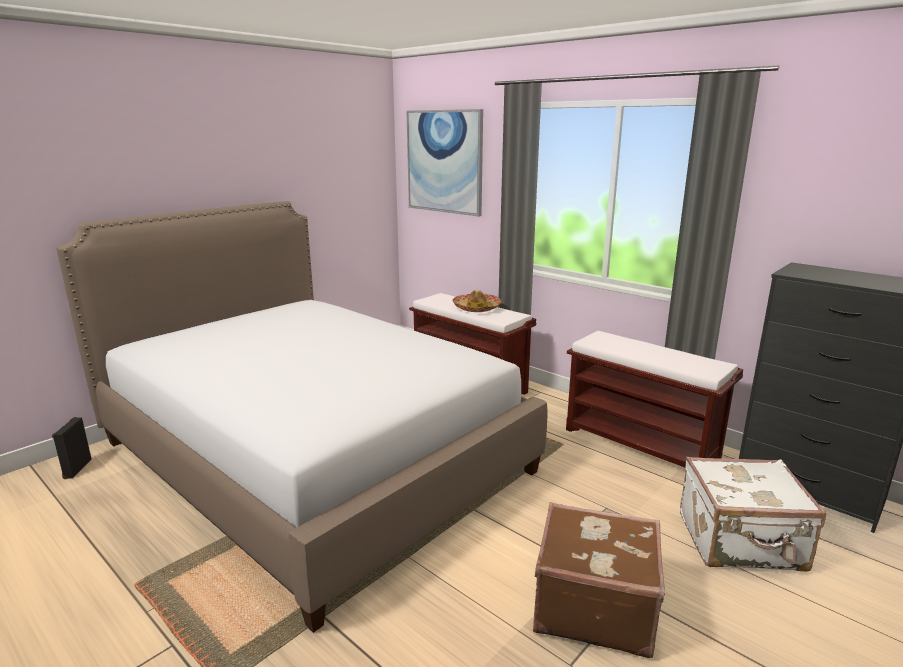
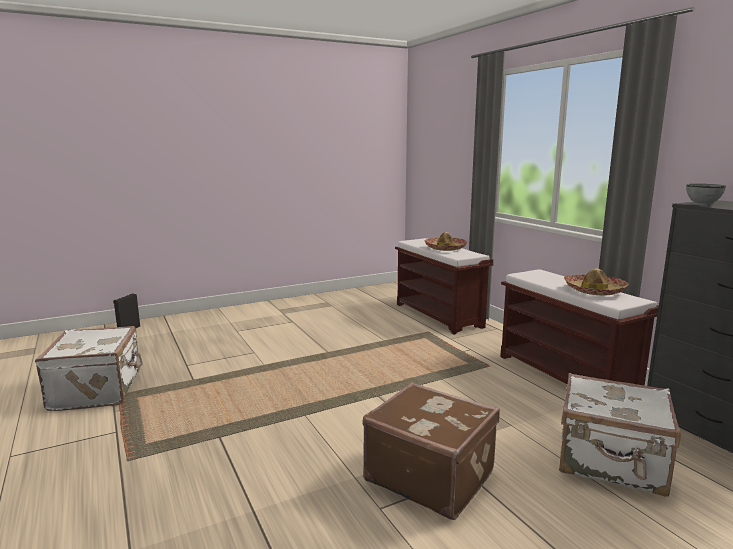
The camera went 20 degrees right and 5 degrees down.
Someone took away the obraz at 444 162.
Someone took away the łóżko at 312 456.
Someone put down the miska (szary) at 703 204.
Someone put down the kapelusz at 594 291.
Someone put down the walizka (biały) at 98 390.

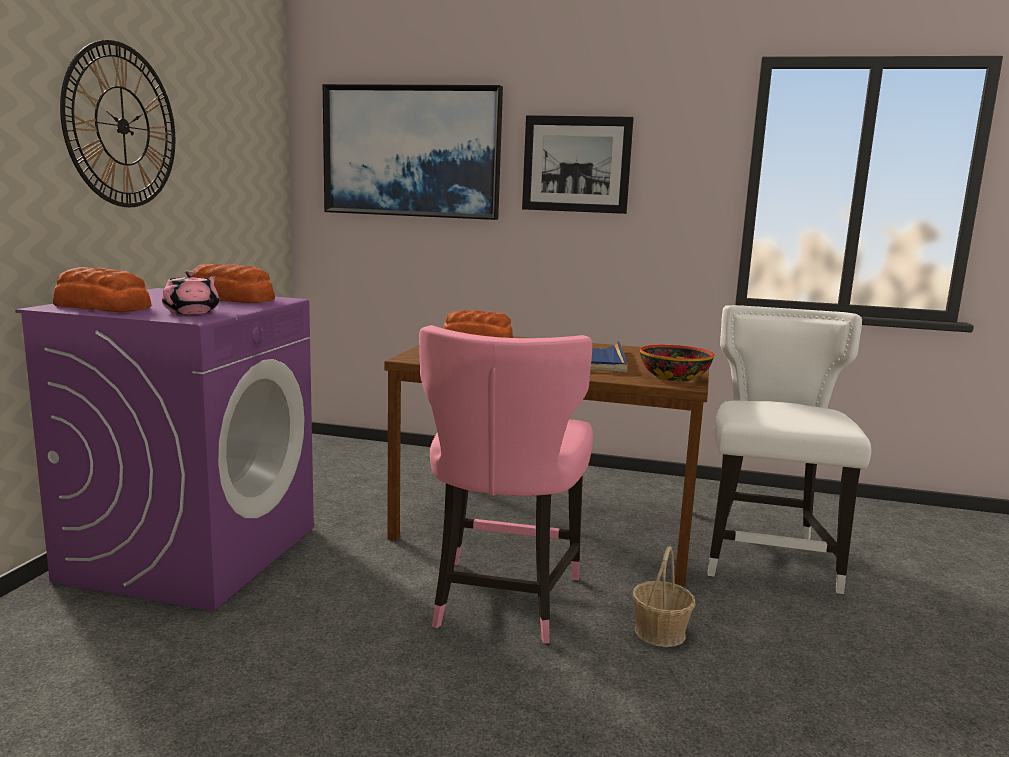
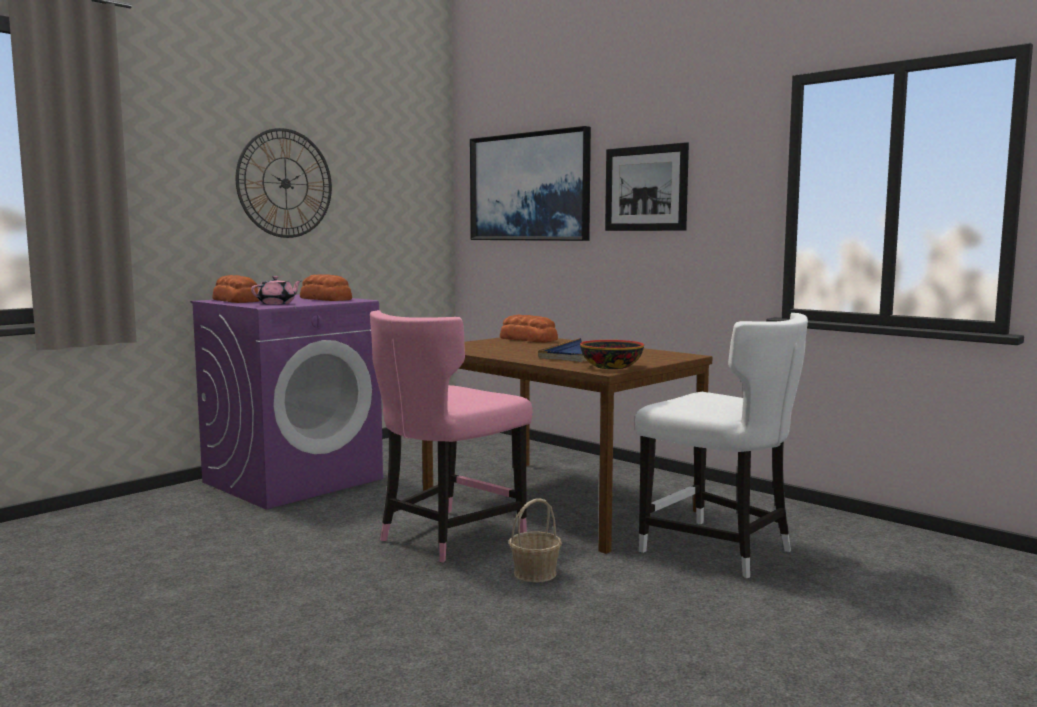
The camera went 30 degrees right and 5 degrees down.
Someone rotated the krzesło (biały) at 768 557 by 90 degrees clockwise.

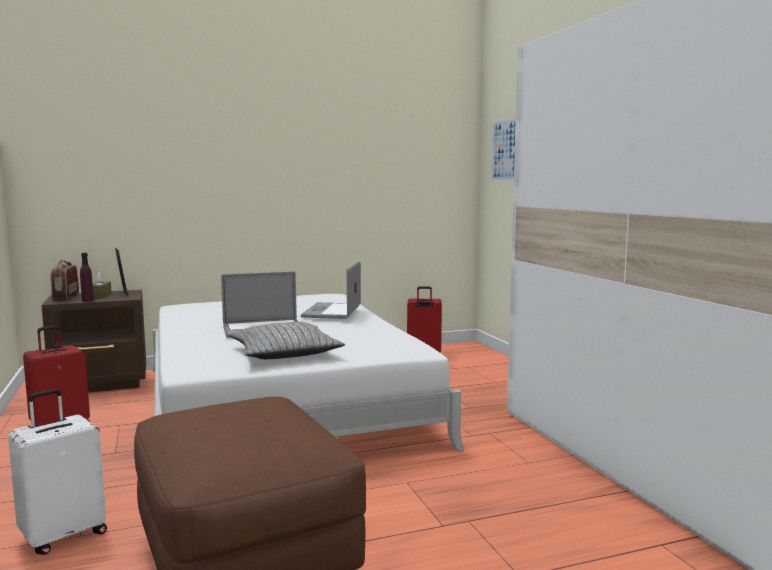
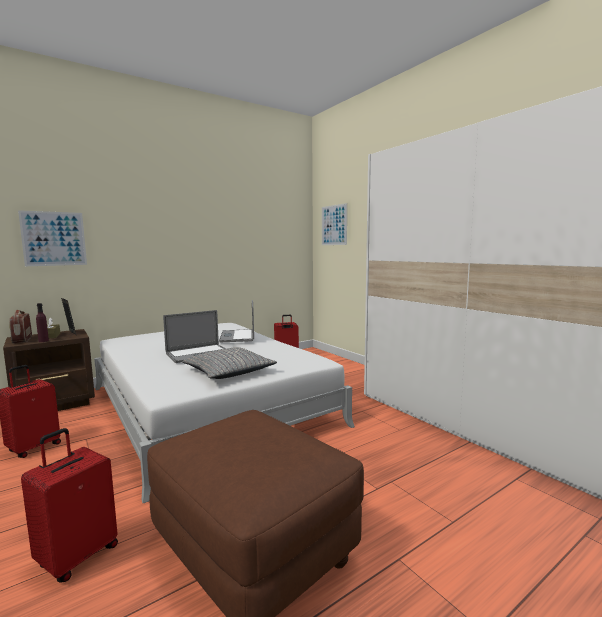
The camera went 15 degrees left and 0 degrees up.
Someone repainted the walizka (biały) at 63 535, which became the walizka (czerwony) at 77 556.
Someone put up the obraz at 54 238.

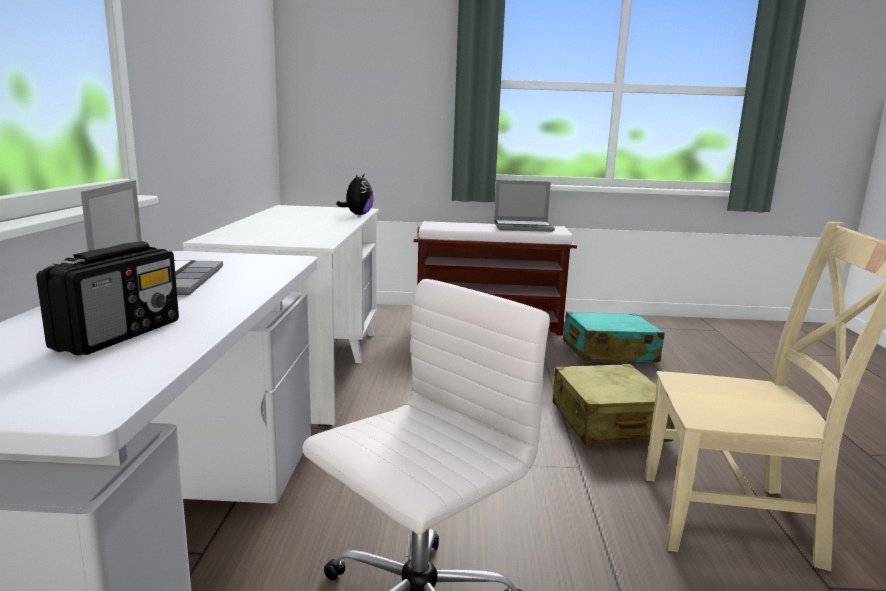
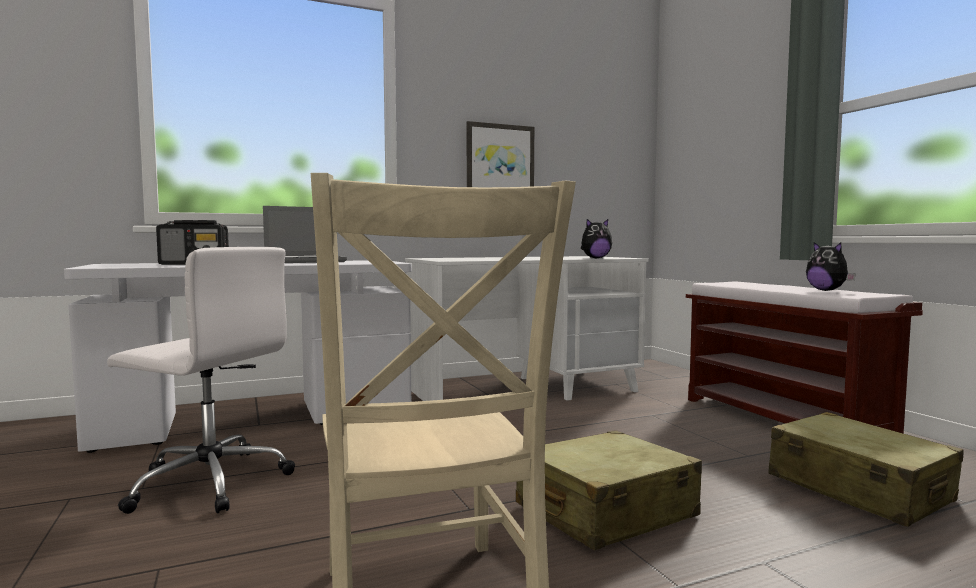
The camera went 65 degrees right and 10 degrees down.
Someone swapped the laptop at 523 227 for the pluszak at 827 290.
Someone repainted the walizka (turkusowy) at 608 352, which became the walizka (beżowy) at 858 489.
Someone put up the obraz at 500 161.

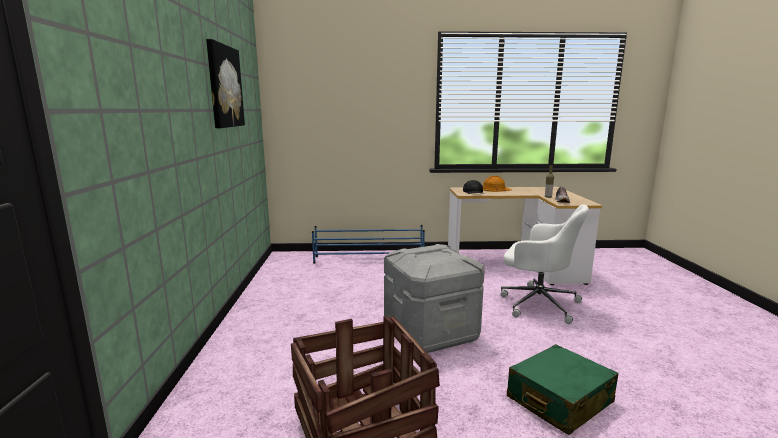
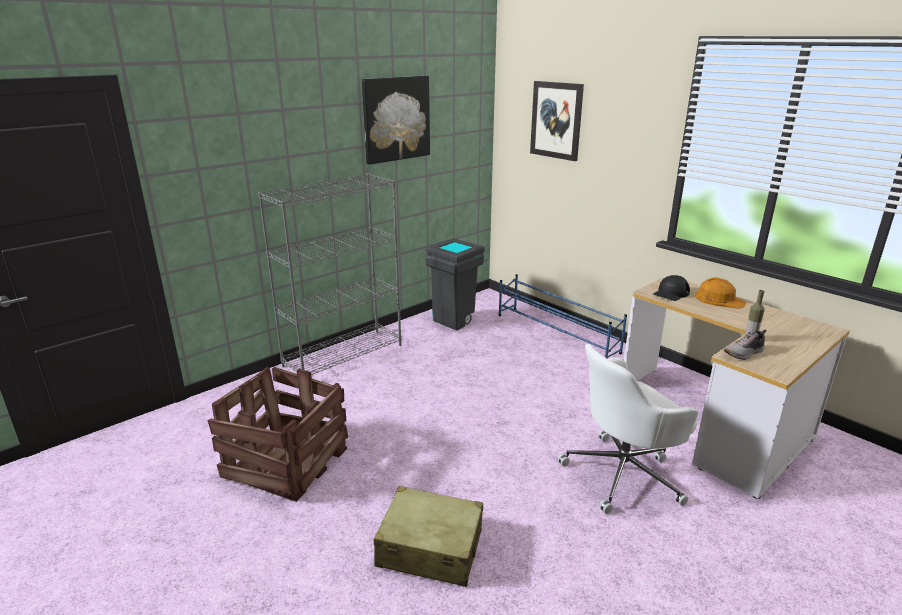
The camera went 50 degrees right and 10 degrees up.
Someone rotated the krzesło biurowe (biały) at 537 303 by 75 degrees clockwise.
Someone took away the pojemnik do przechowywania (szary) at 431 332.
Someone repainted the walizka (zielony) at 559 400, which became the walizka (beżowy) at 430 548.
Someone put up the obraz at 556 120.
Someone put down the regał (szary) at 344 355.
Someone put down the kosz na śmieci (szary) at 455 320.

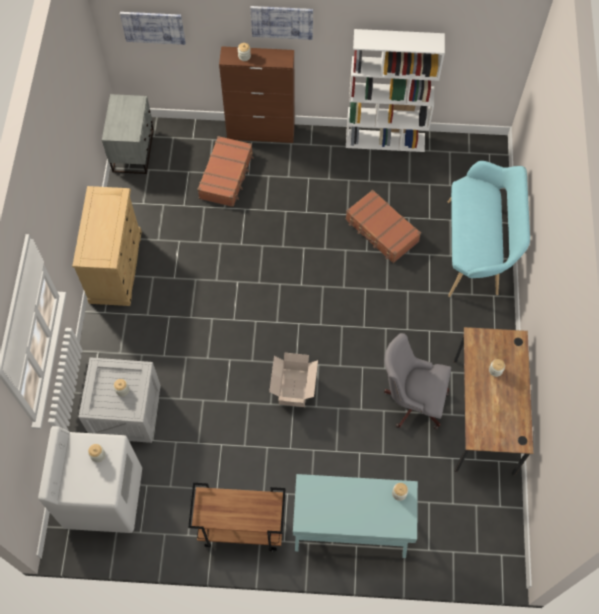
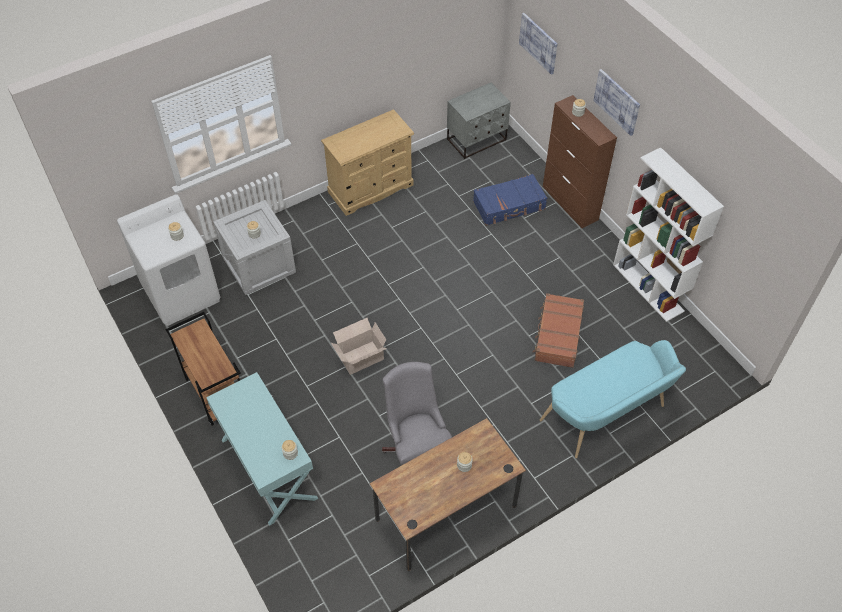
The camera went 55 degrees right and 10 degrees down.
Someone repainted the walizka (brązowy) at 226 176, which became the walizka (niebieski) at 509 205.

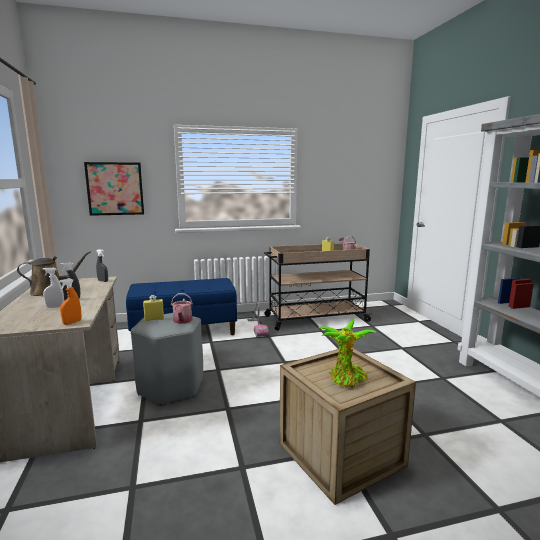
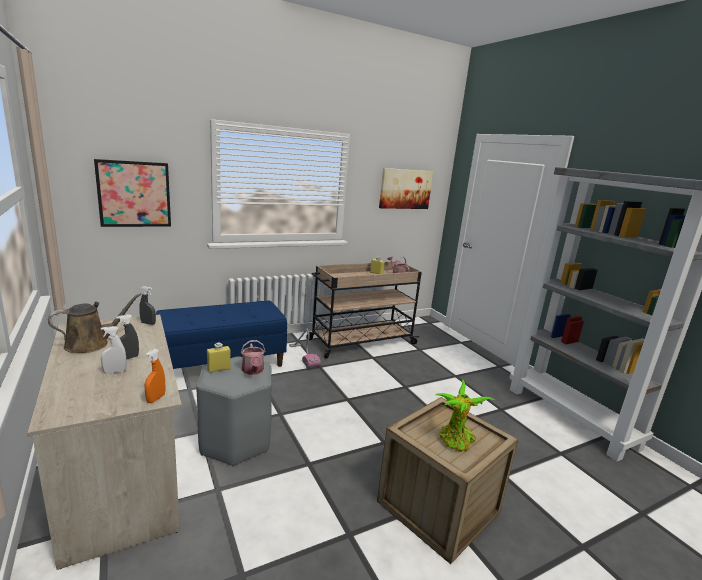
The camera went 15 degrees left and 5 degrees up.
Someone put up the obraz at 405 189.

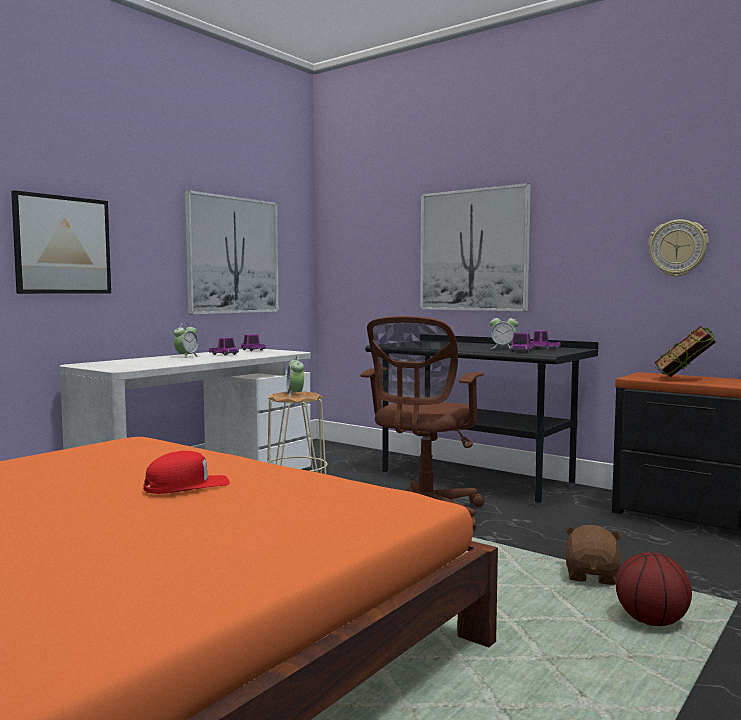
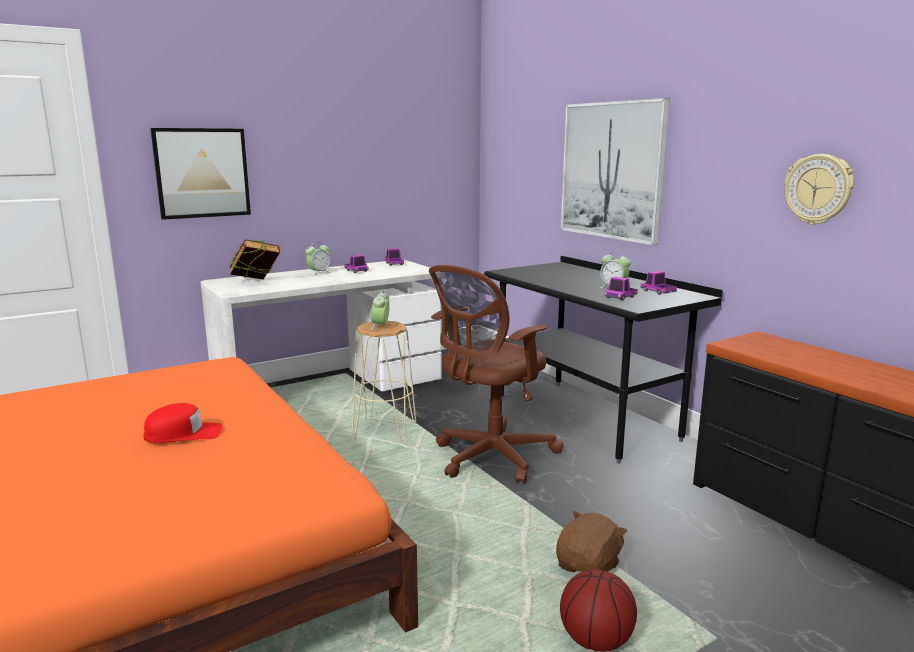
The camera went 20 degrees right and 10 degrees up.
Someone took away the obraz at 233 255.
Someone carried the książka from 684 379 to 256 283.

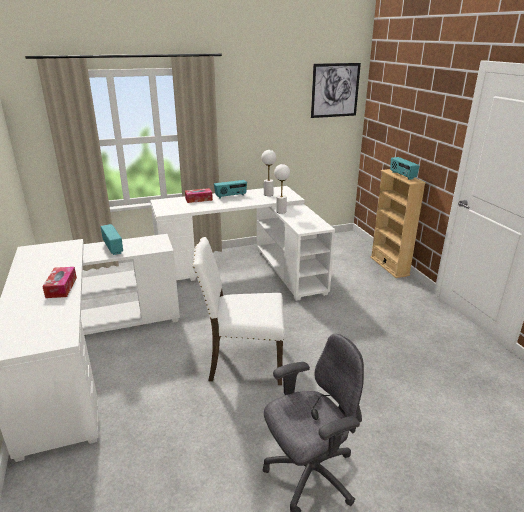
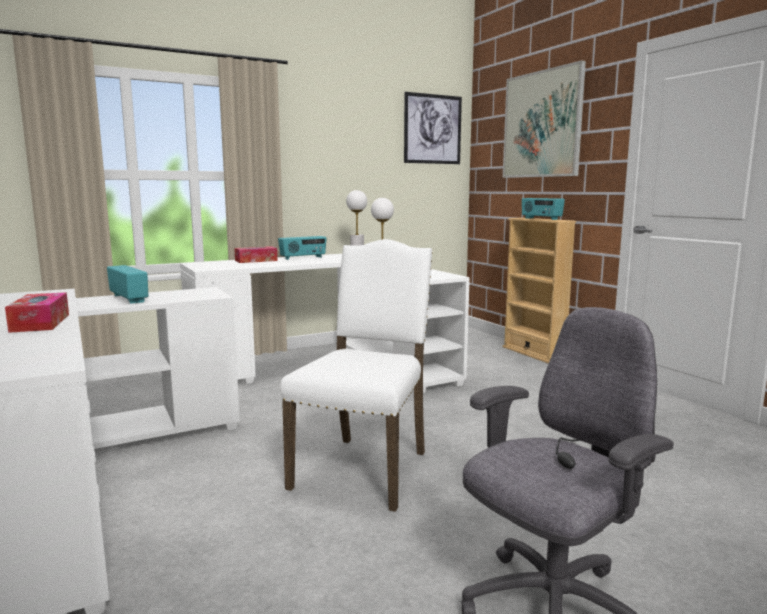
The camera went 10 degrees left and 15 degrees down.
Someone rotated the krzesło (biały) at 243 362 by 120 degrees clockwise.
Someone put up the obraz at 542 124.

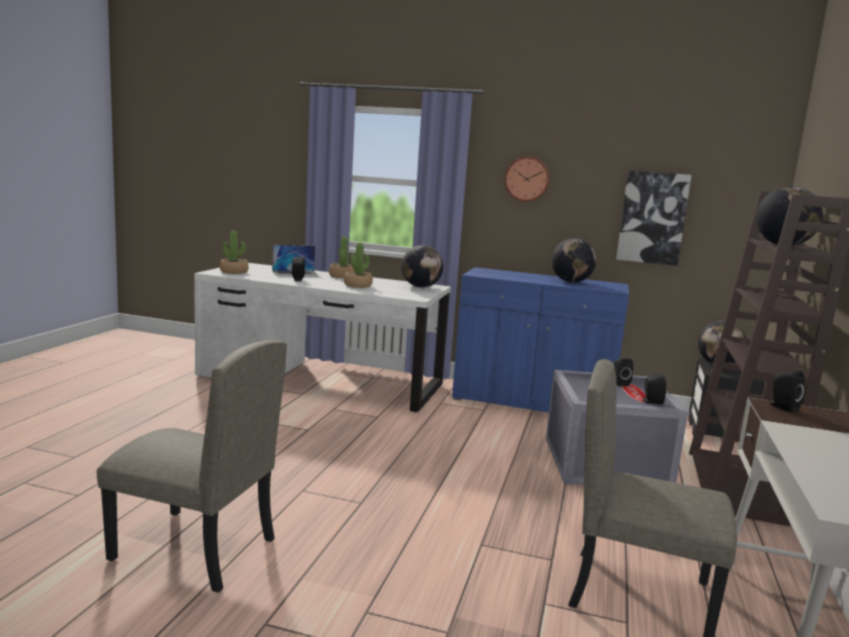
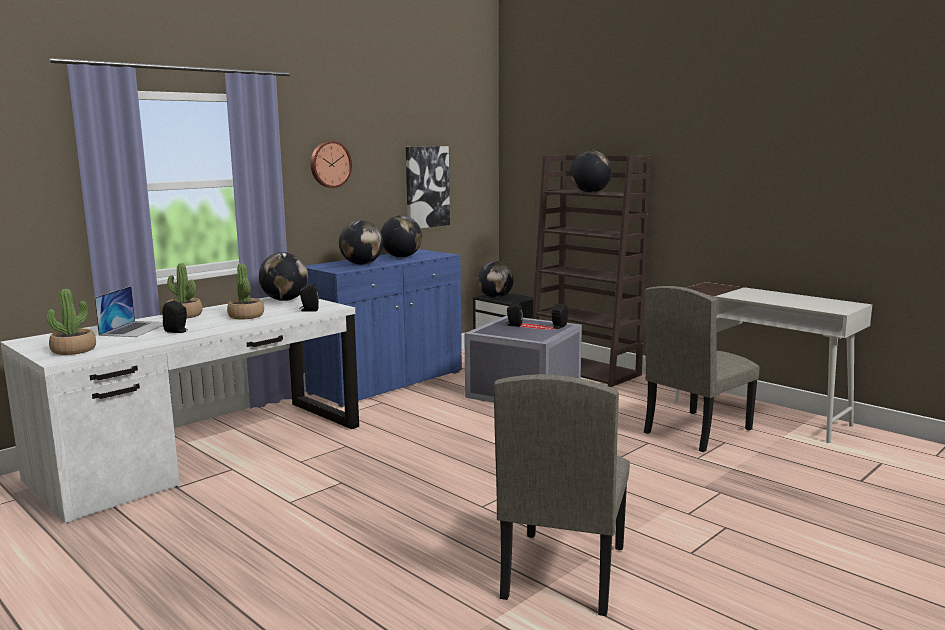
The camera went 60 degrees left and 0 degrees up.
Someone rotated the krzesło (beżowy) at 193 549 by 150 degrees clockwise.
Someone carried the głośnik (czarny) from 782 407 to 309 310.
Someone put down the globus at 362 264.

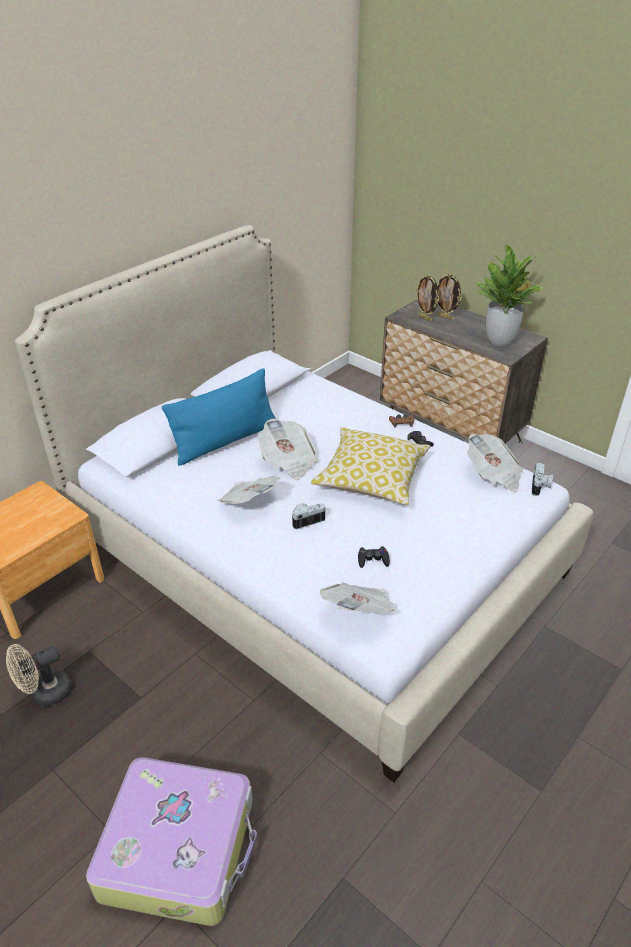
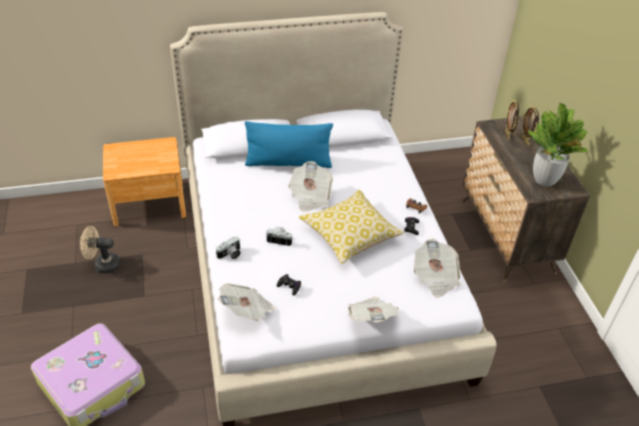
The camera went 35 degrees right and 5 degrees up.
Someone carried the aparat fotograficzny from 540 486 to 230 254.
Someone carried the gazeta from 249 502 to 371 318.

